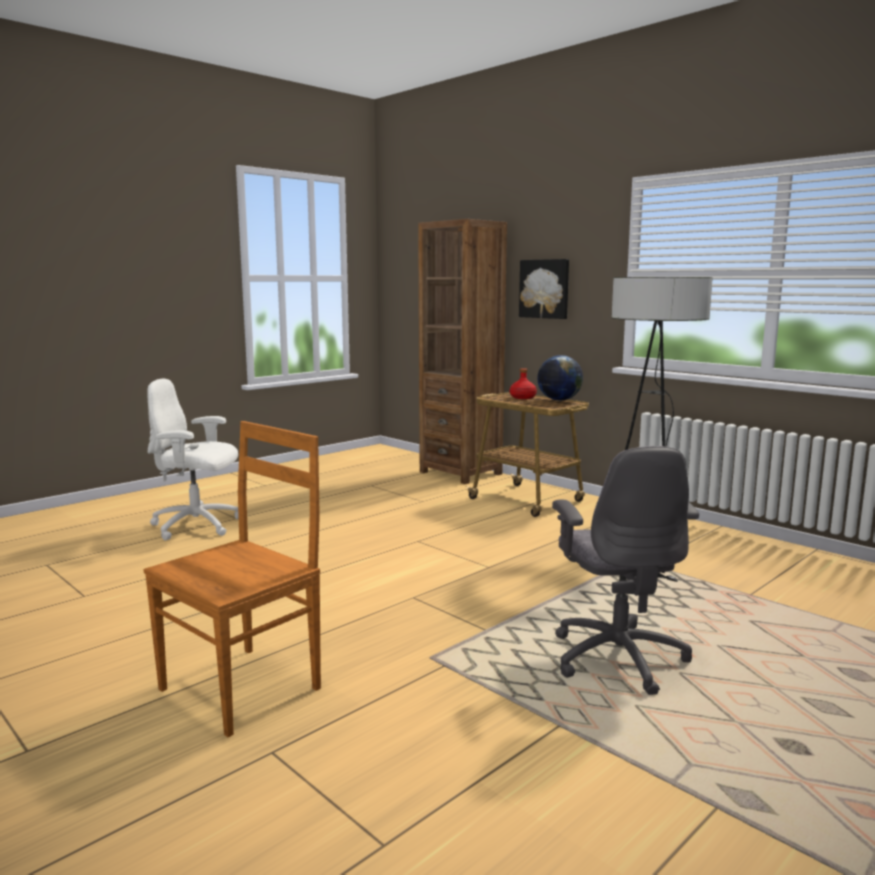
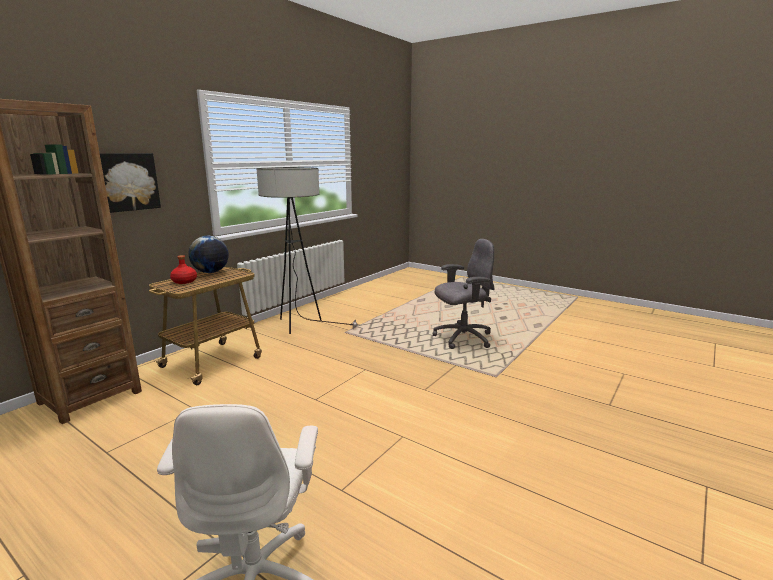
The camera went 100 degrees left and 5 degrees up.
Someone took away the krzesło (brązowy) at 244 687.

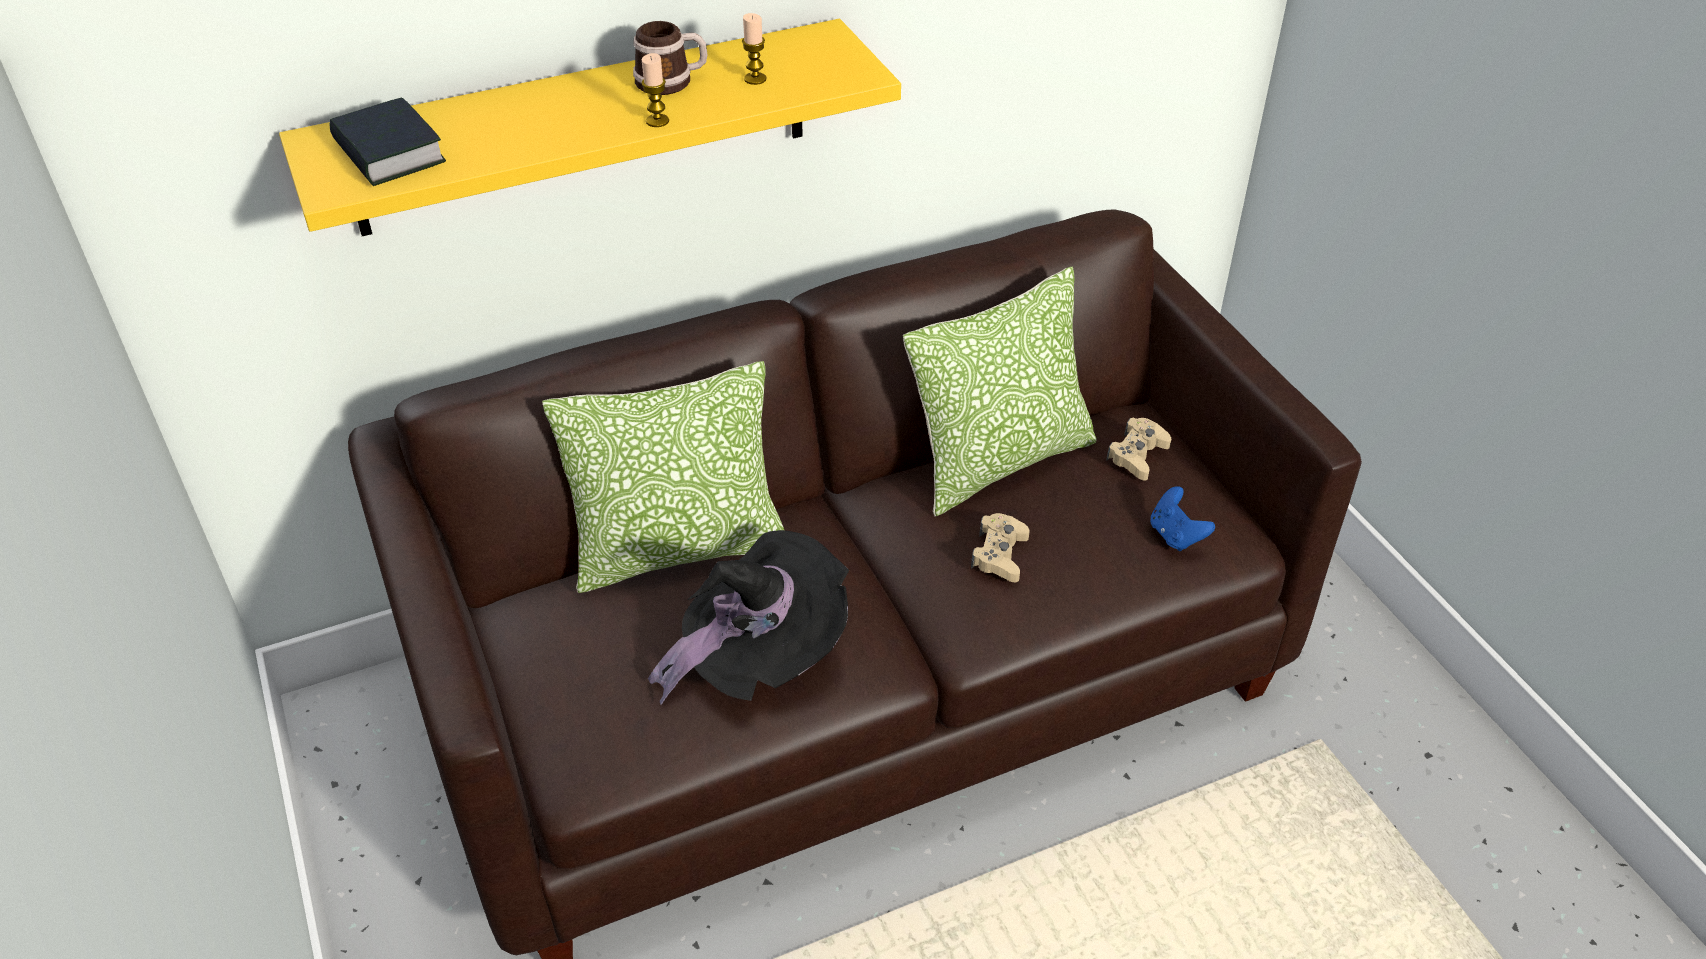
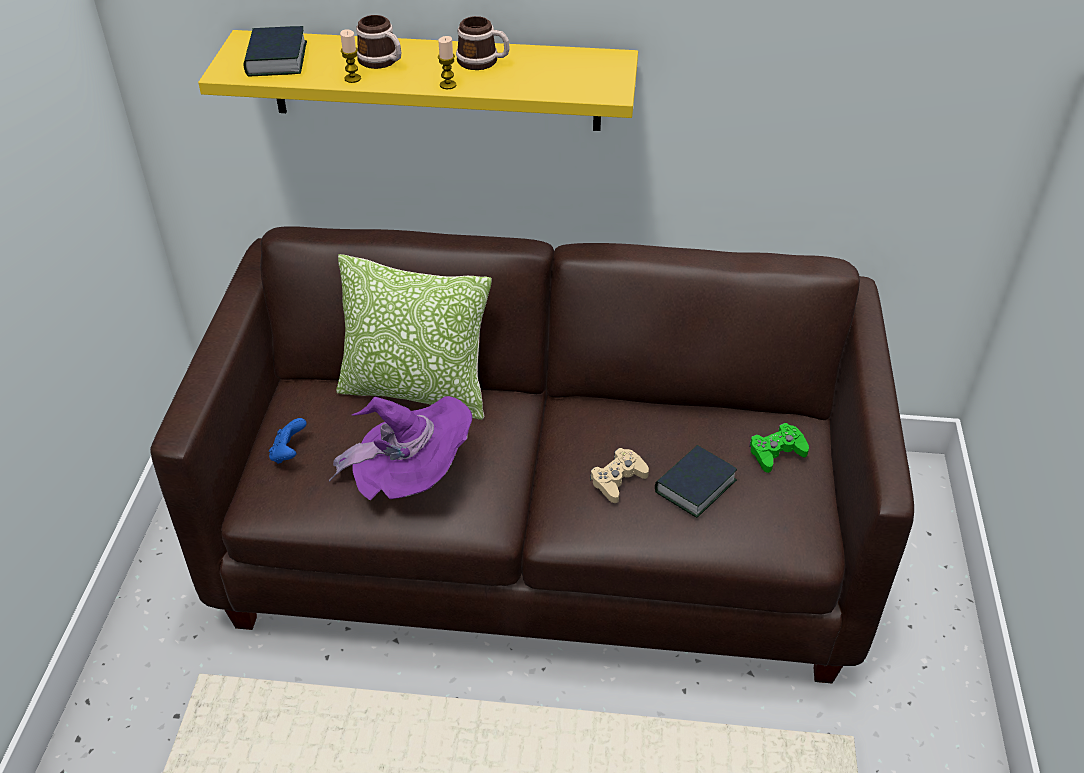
The camera went 30 degrees right and 0 degrees up.
Someone carried the świeca from 755 79 to 352 78.
Someone took away the poduszka at 999 462.
Someone repainted the pad do gier (beżowy) at 1137 455, which became the pad do gier (zielony) at 776 452.
Someone carried the pad do gier (niebieski) from 1176 535 to 289 453.
Someone repainted the kapelusz (czarny) at 761 655, which became the kapelusz (fioletowy) at 411 478.
Someone put down the kubek at 382 62.
Someone put down the książka at 695 486.

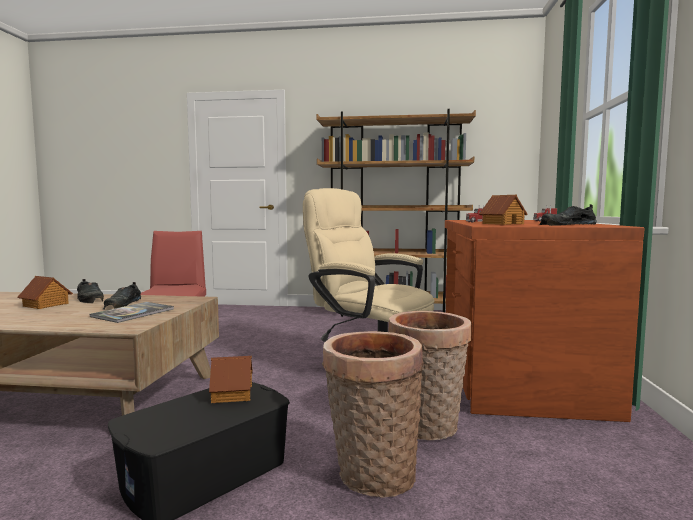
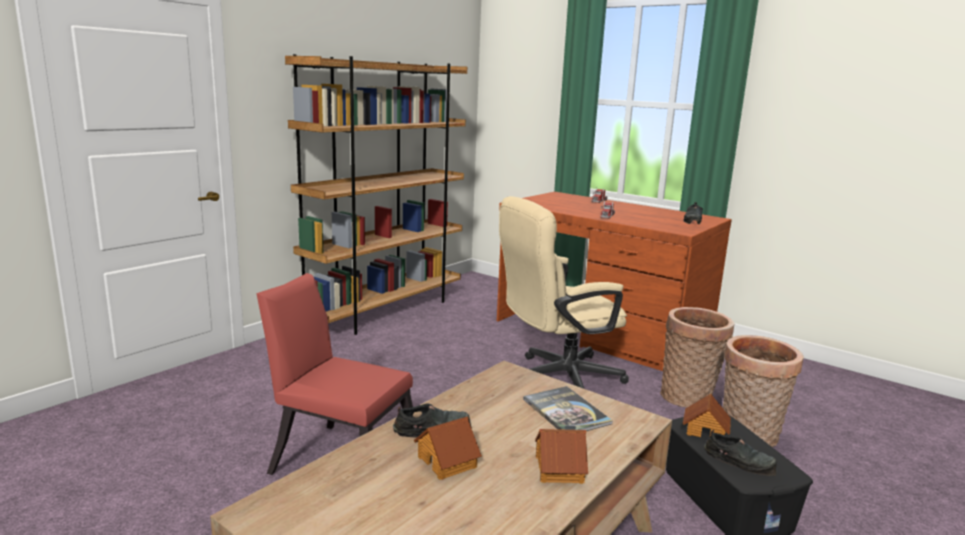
The camera went 60 degrees left and 10 degrees up.
Someone carried the domek from 502 224 to 558 469.
Someone carried the but (czarny) from 122 304 to 740 461.

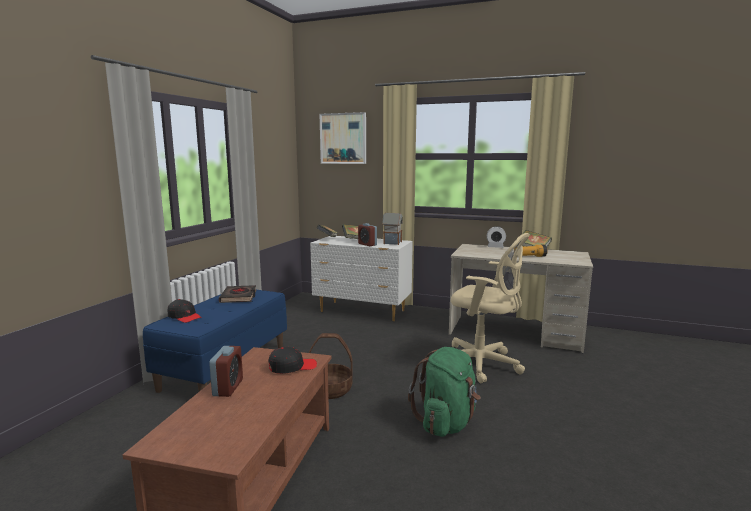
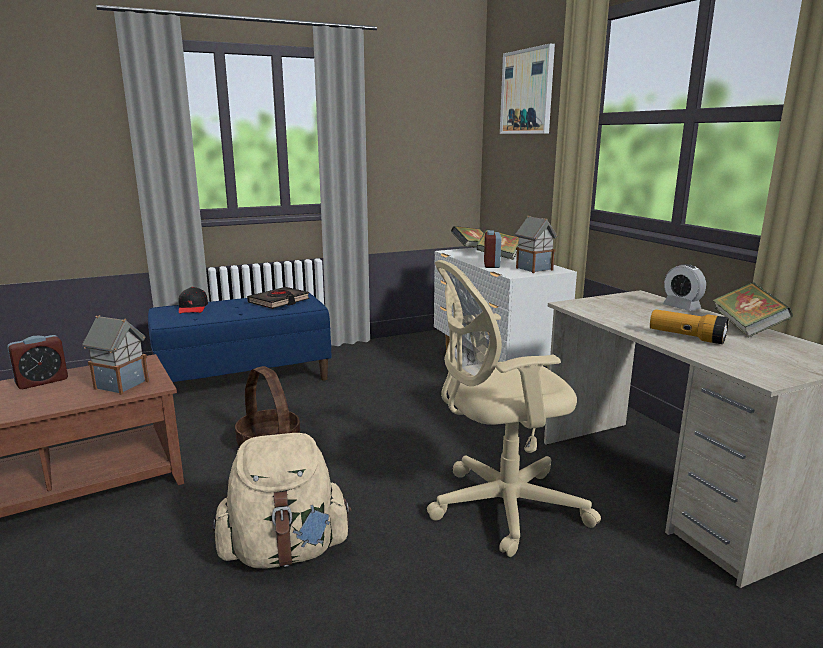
The camera went 45 degrees right and 5 degrees up.
Someone rotated the krzesło biurowe (beżowy) at 482 364 by 90 degrees clockwise.
Someone swapped the czapka z daszkiem (czarny) at 292 367 for the domek at 120 385.
Someone repainted the plecak (zielony) at 446 423, which became the plecak (beżowy) at 285 551.

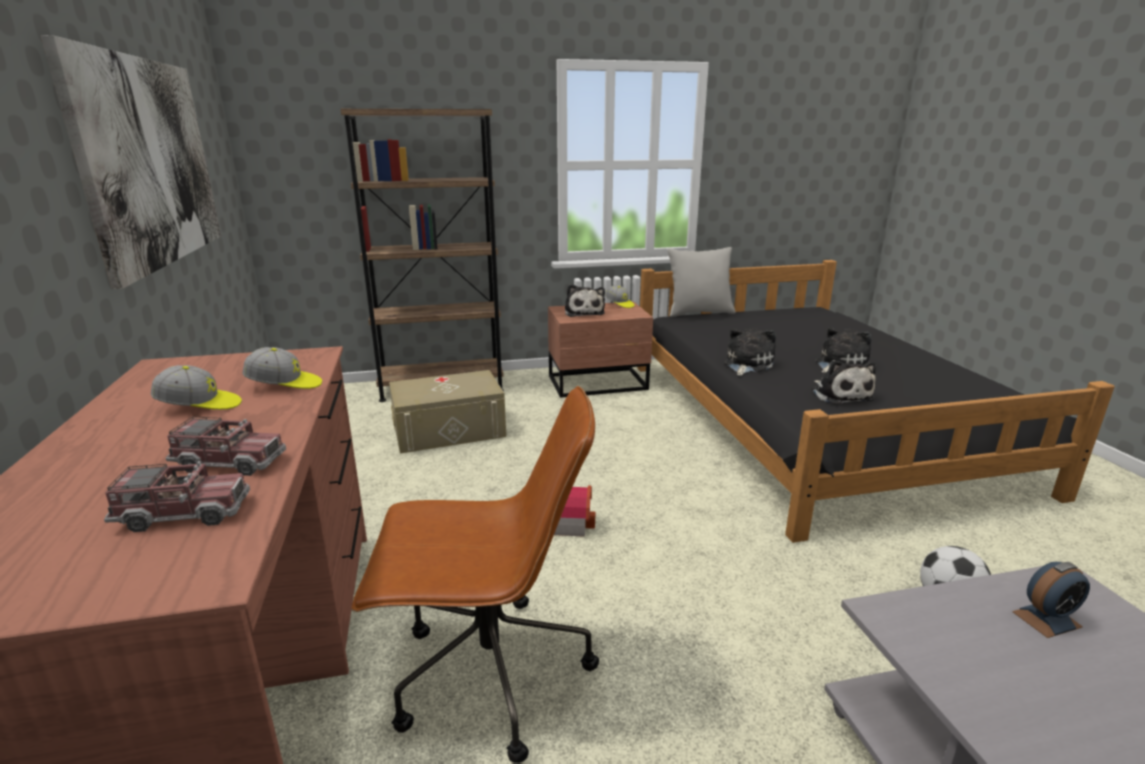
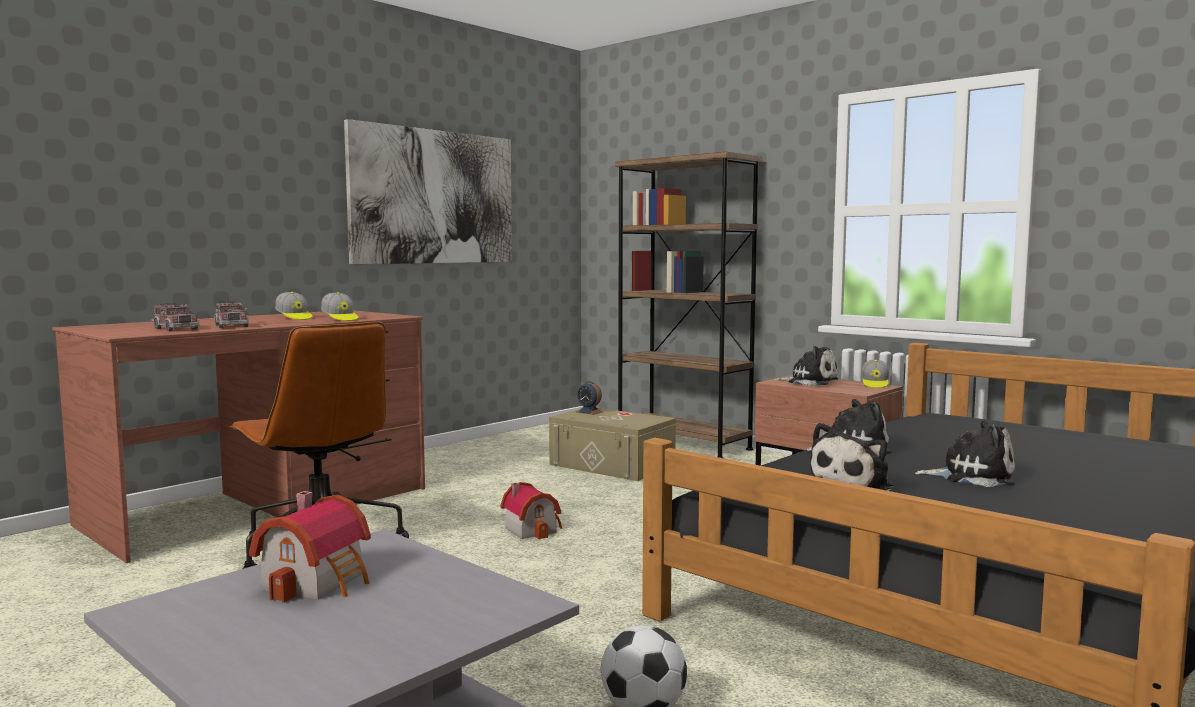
The camera went 55 degrees right and 15 degrees down.
Someone took away the poduszka (szary) at 699 313.
Someone rotated the pluszak at 584 312 by 105 degrees counterclockwise.
Someone carried the budzik from 1046 619 to 589 412.
Someone put down the domek at 320 581.

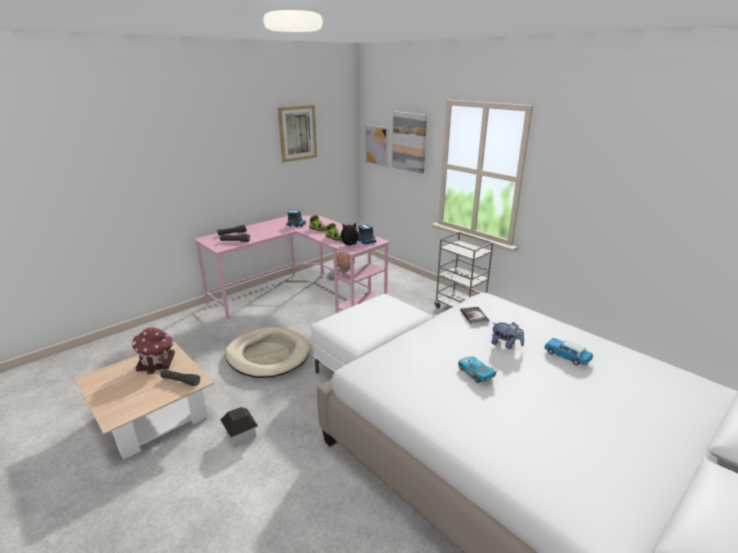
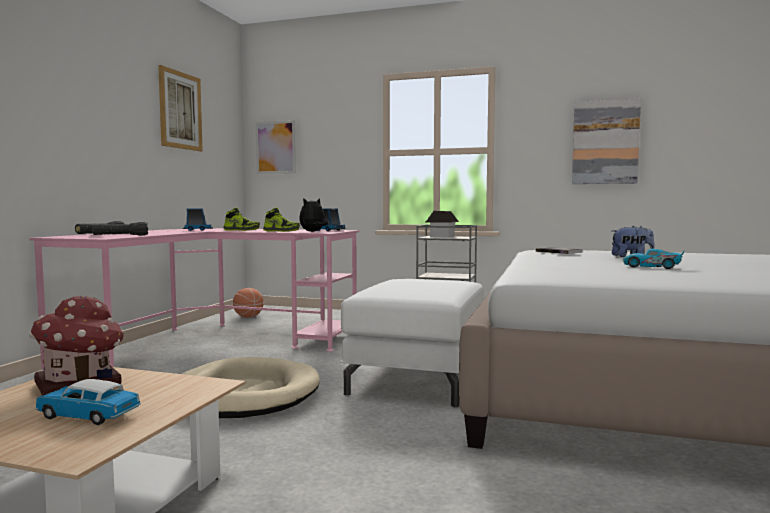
The camera went 30 degrees left and 20 degrees down.
Someone carried the obraz from 409 142 to 605 142.
Someone carried the samochodzik from 566 356 to 88 416.
Someone took away the latarka (czarny) at 180 381.
Someone carried the domek from 241 435 to 442 237.

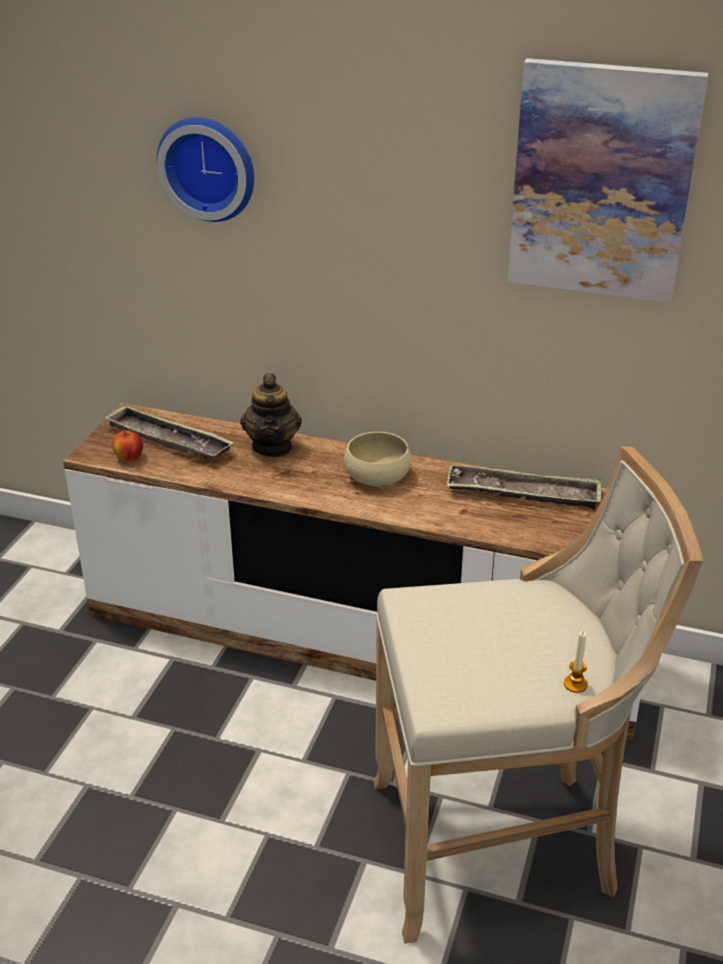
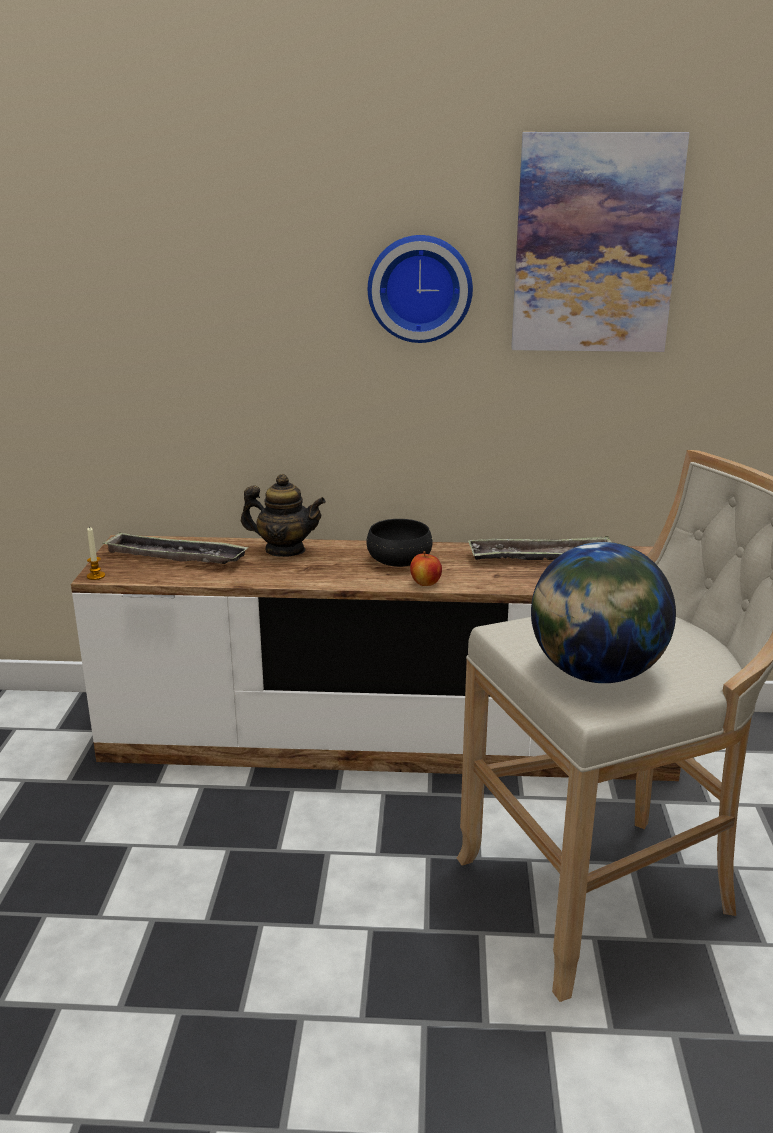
The camera went 15 degrees left and 10 degrees down.
Someone carried the zegar ścienny from 209 167 to 420 288.
Someone rotated the imbryk at 273 447 by 60 degrees counterclockwise.
Someone carried the jabłko from 129 458 to 425 583.
Someone repainted the miska (beżowy) at 377 475, which became the miska (czarny) at 399 559.
Someone carried the świeca from 575 684 to 96 576.
Someone put down the globus at 595 674.

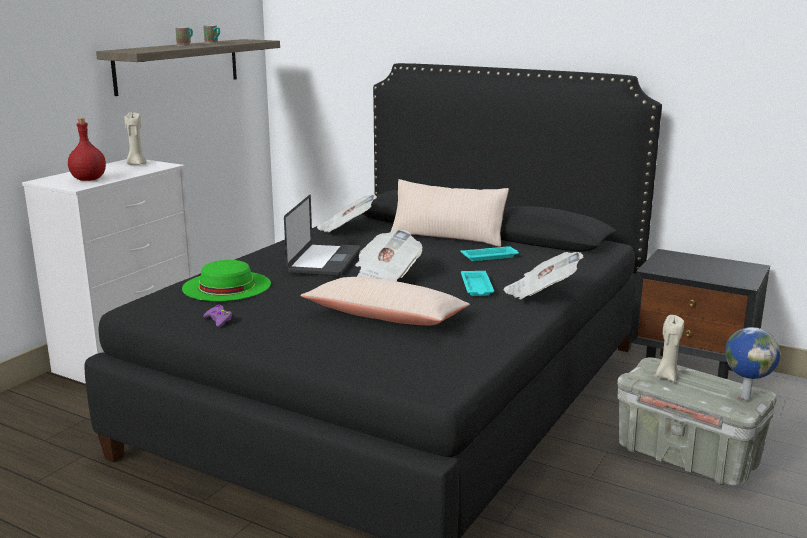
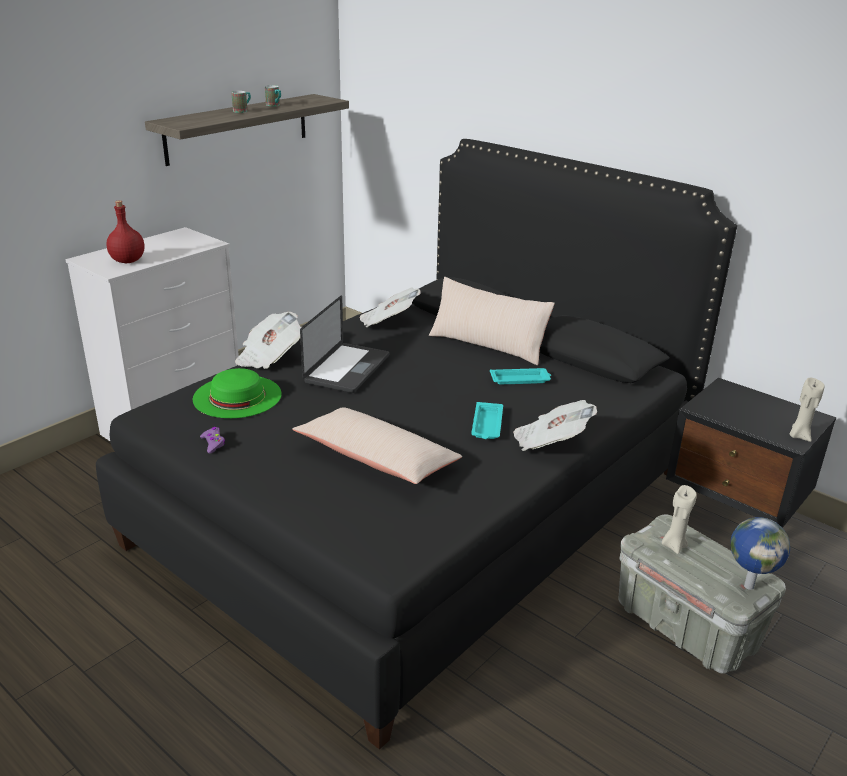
The camera went 10 degrees right and 10 degrees up.
Someone carried the świeca (beżowy) from 136 164 to 799 436.
Someone carried the gazeta from 385 277 to 269 357.

